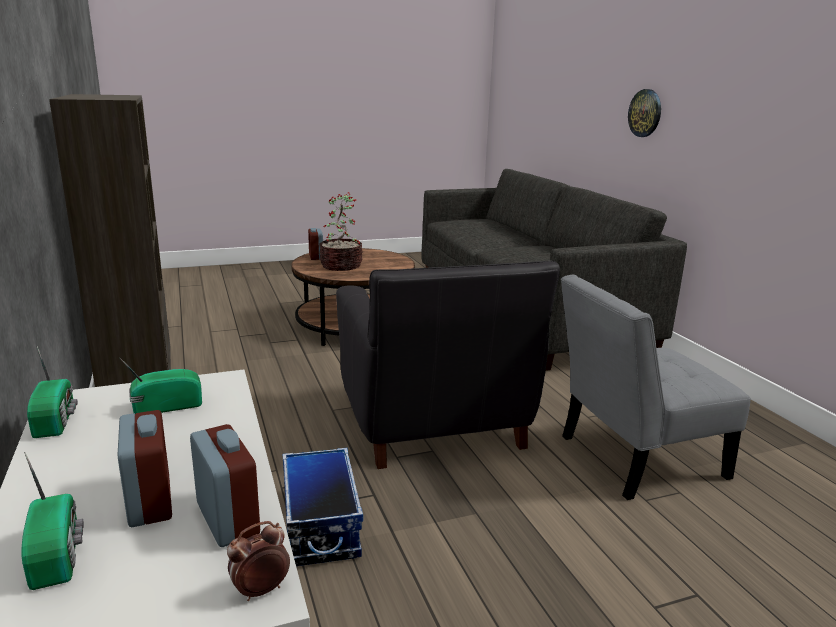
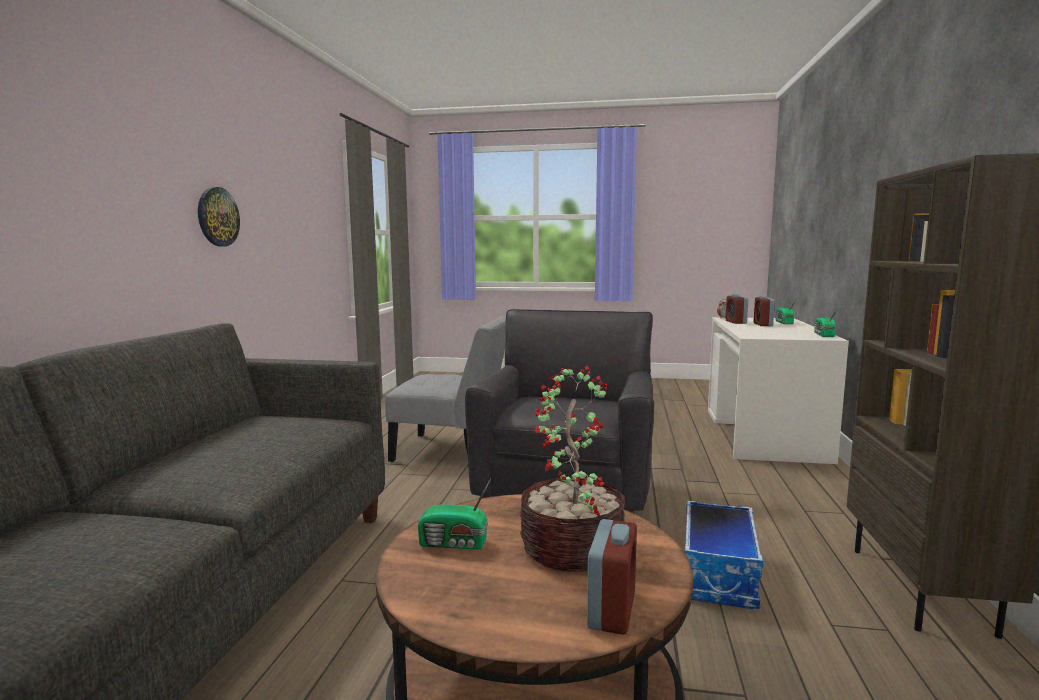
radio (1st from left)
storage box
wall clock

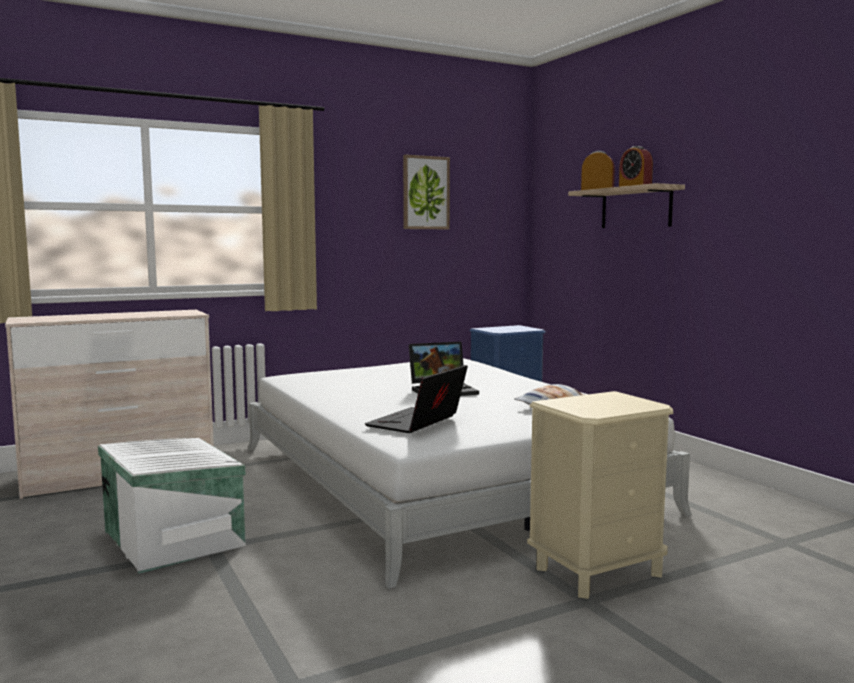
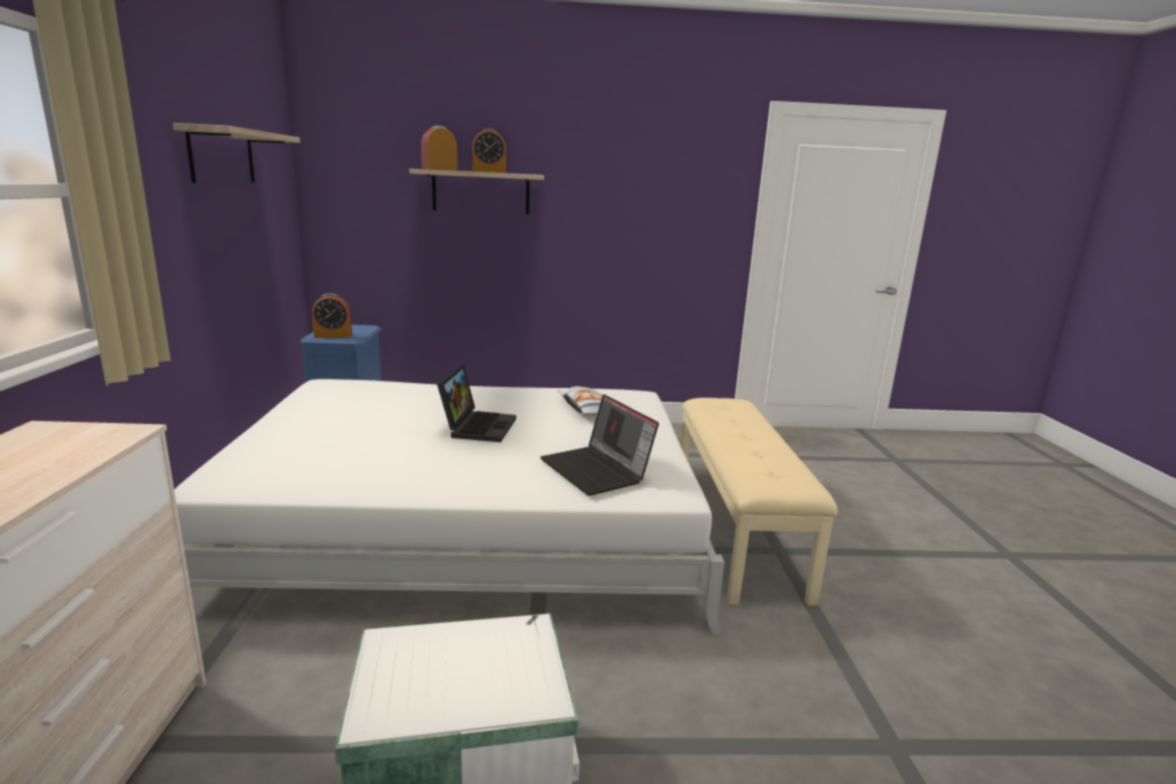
alarm clock (1st from left)
shelf (1st from left)
beige bench

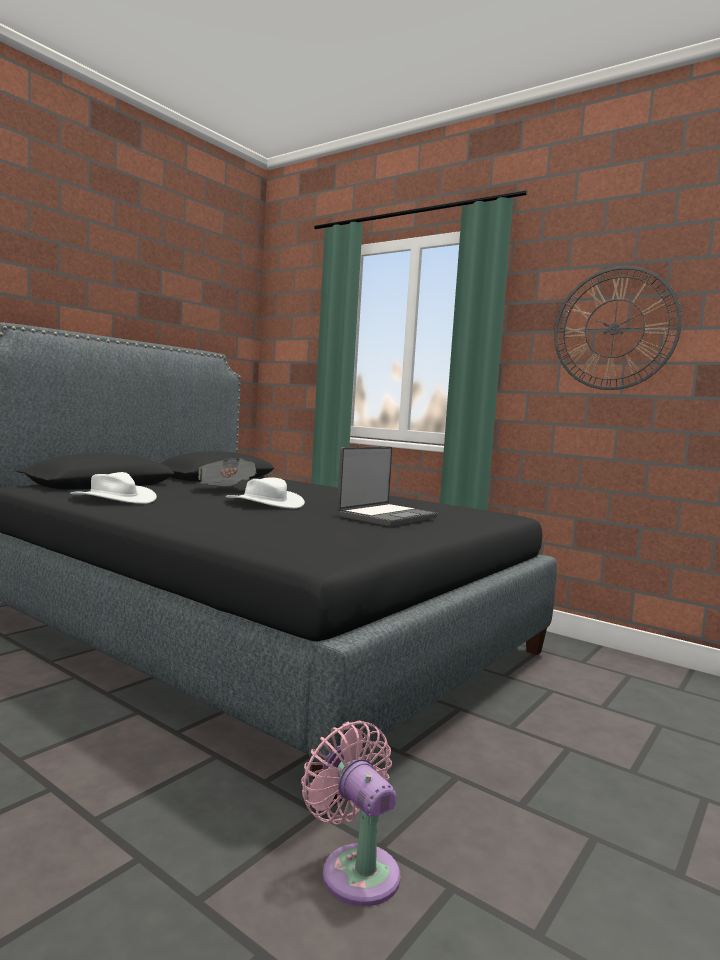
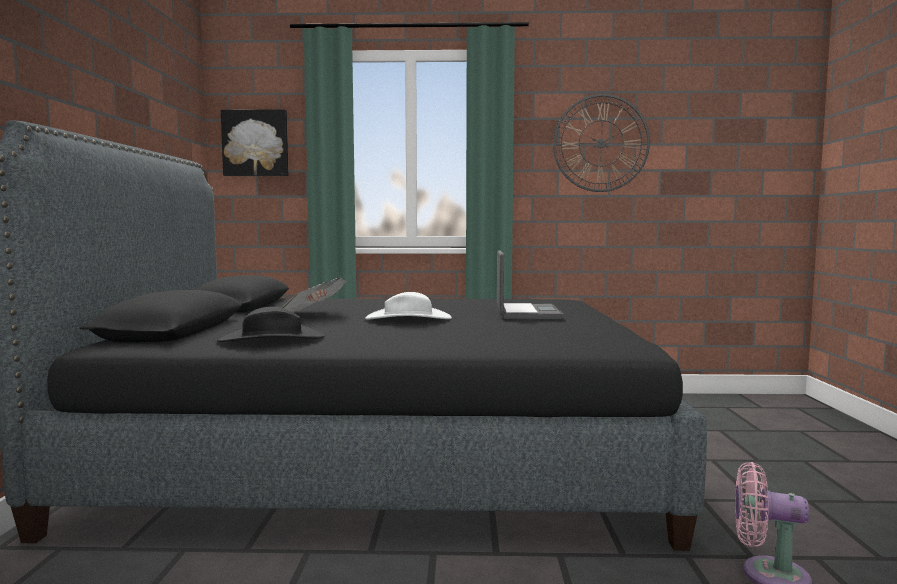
picture
black hat

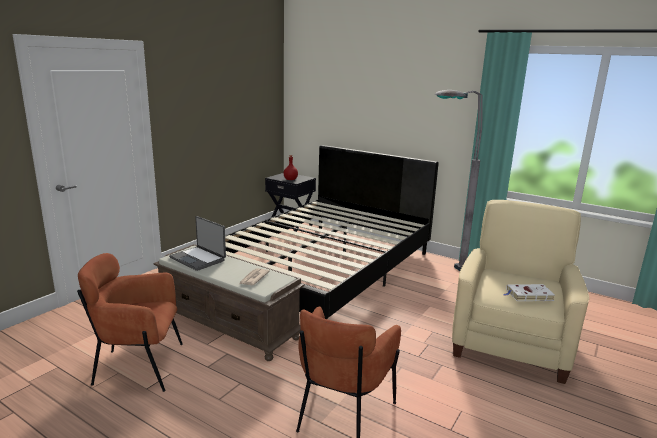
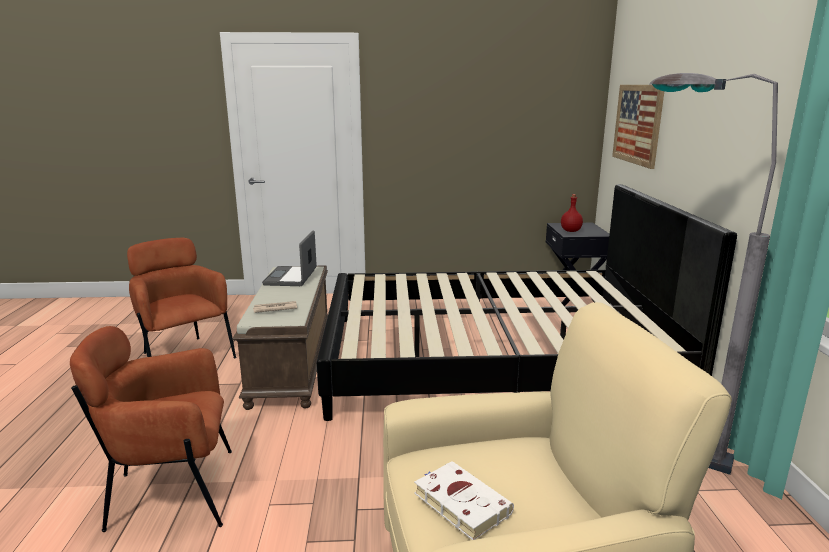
picture

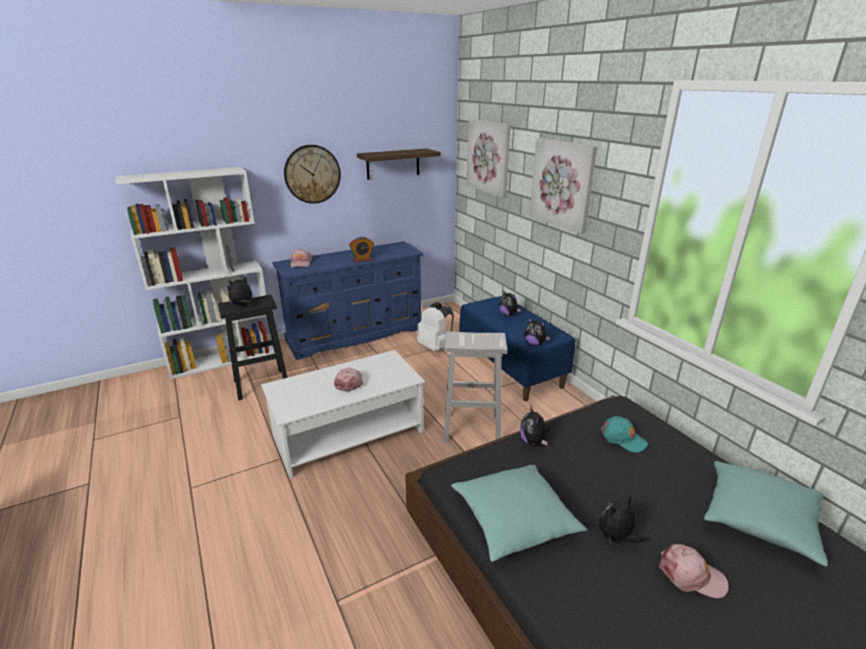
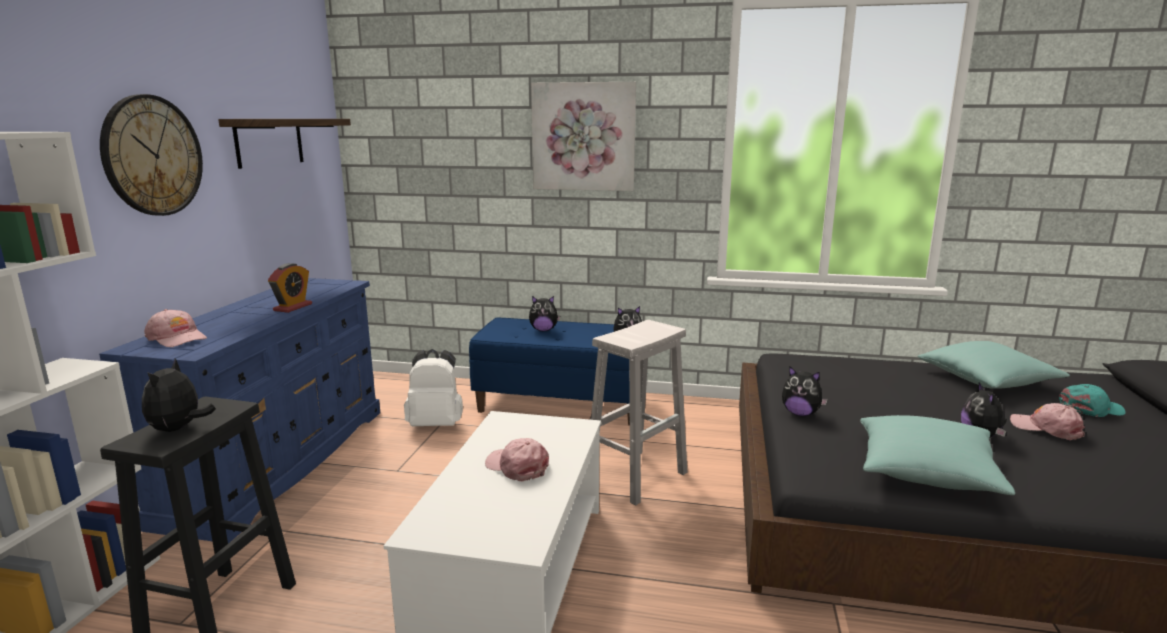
picture (1st from left in the first image)
turquoise cap
pink cap (3rd from left)

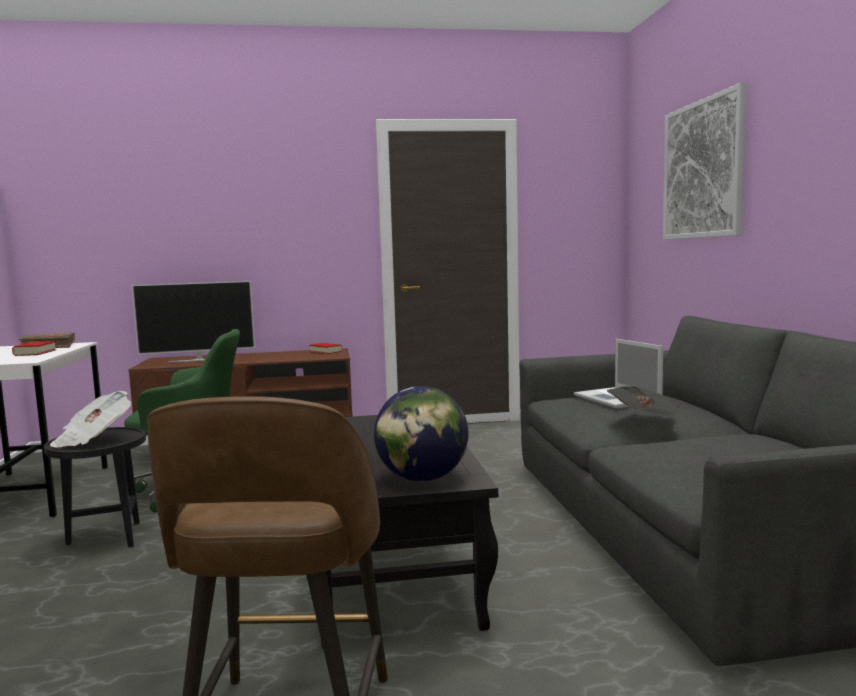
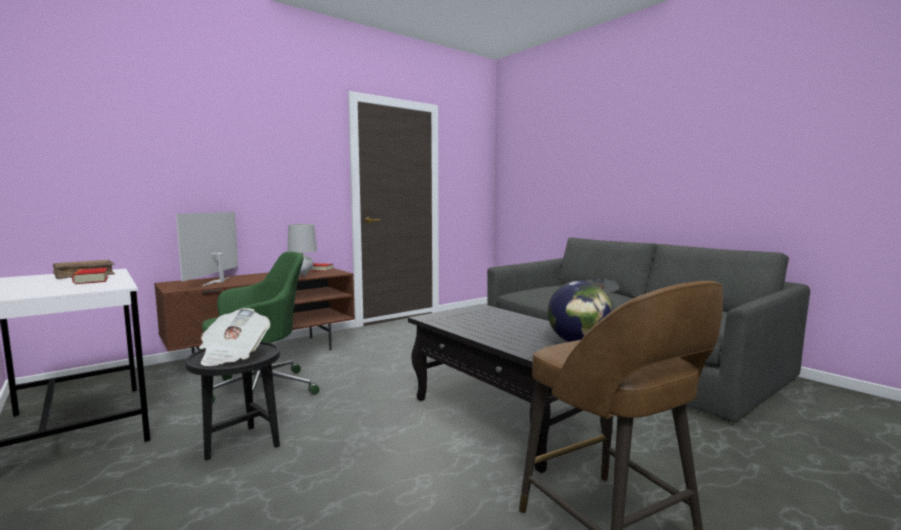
laptop
picture
grey table lamp
television

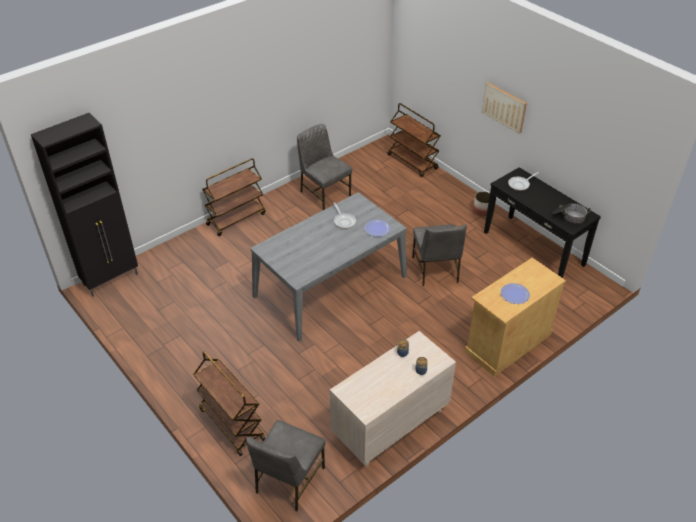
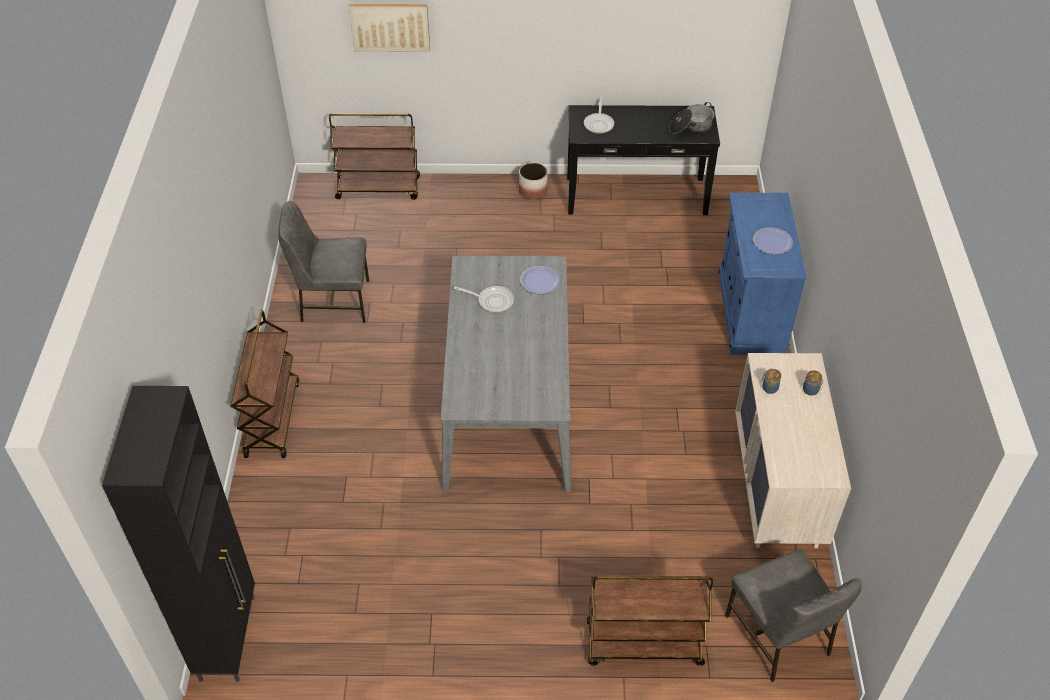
grey chair (3rd from left in the first image)
picture
blue cabinet

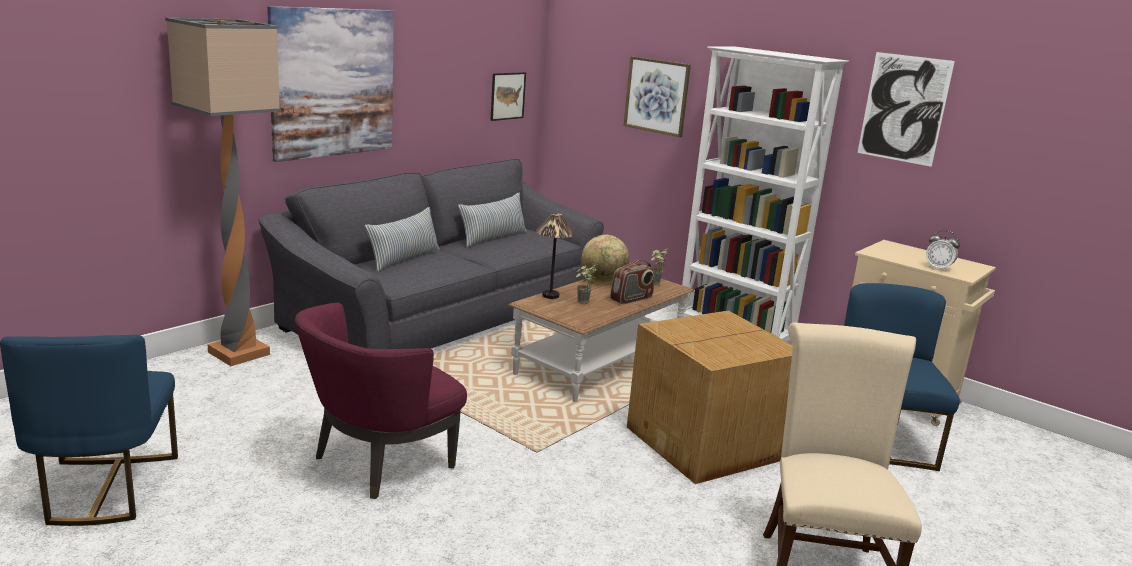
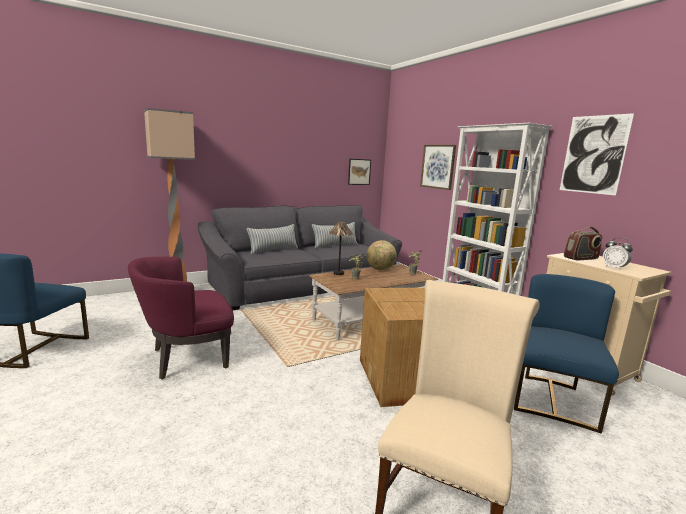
picture (1st from left in the first image)
radio

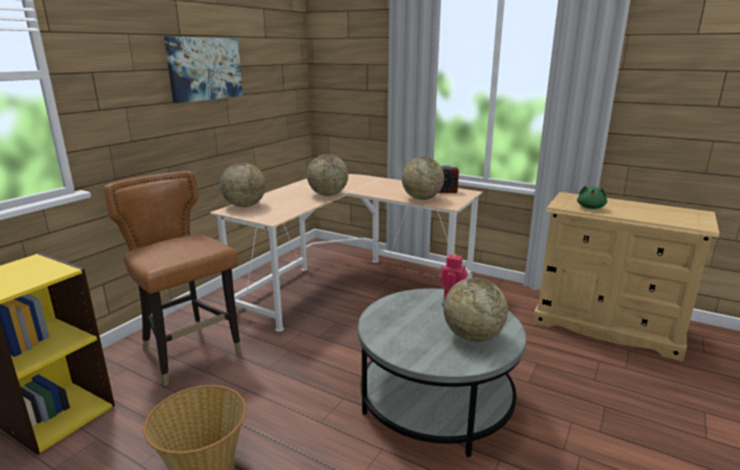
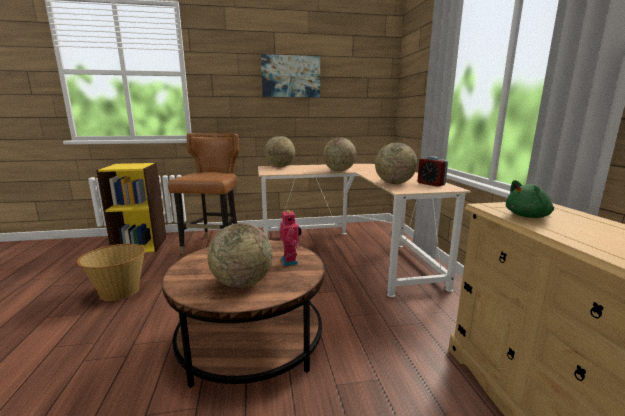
brown coffee table

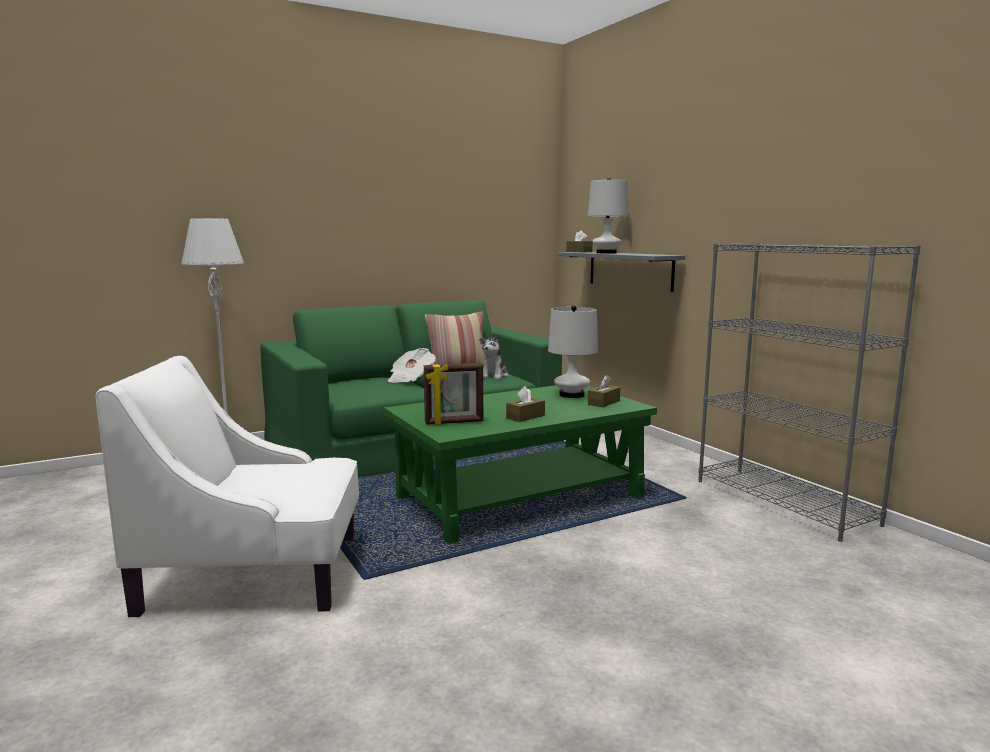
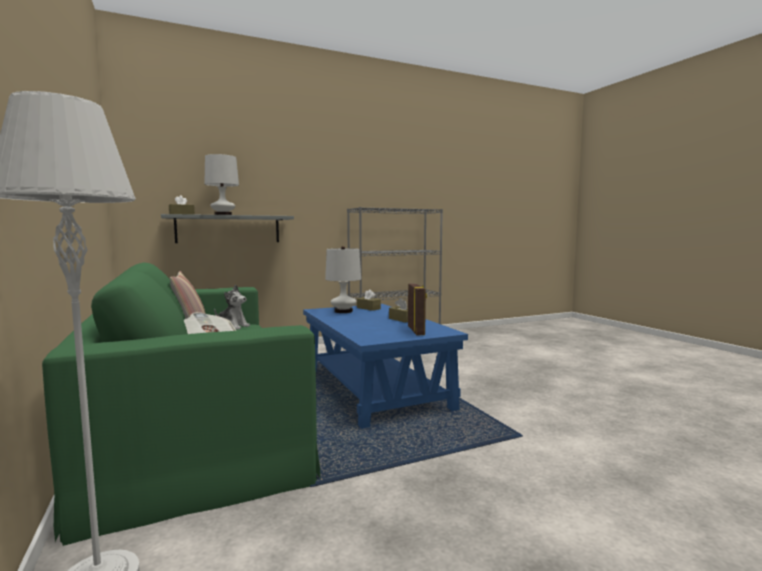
white armchair
blue coffee table

